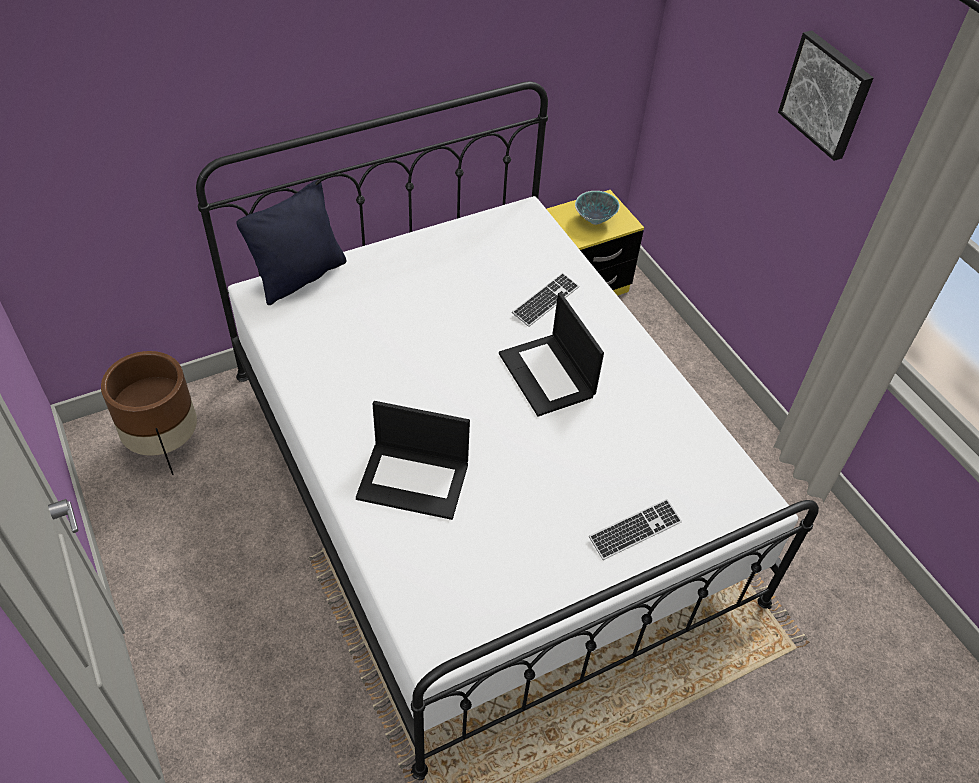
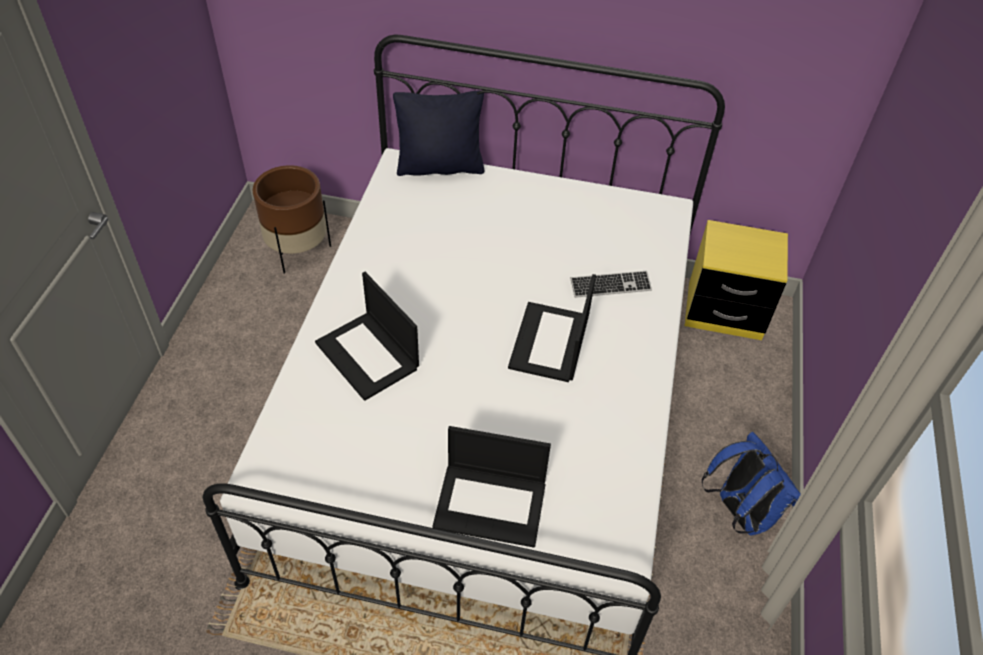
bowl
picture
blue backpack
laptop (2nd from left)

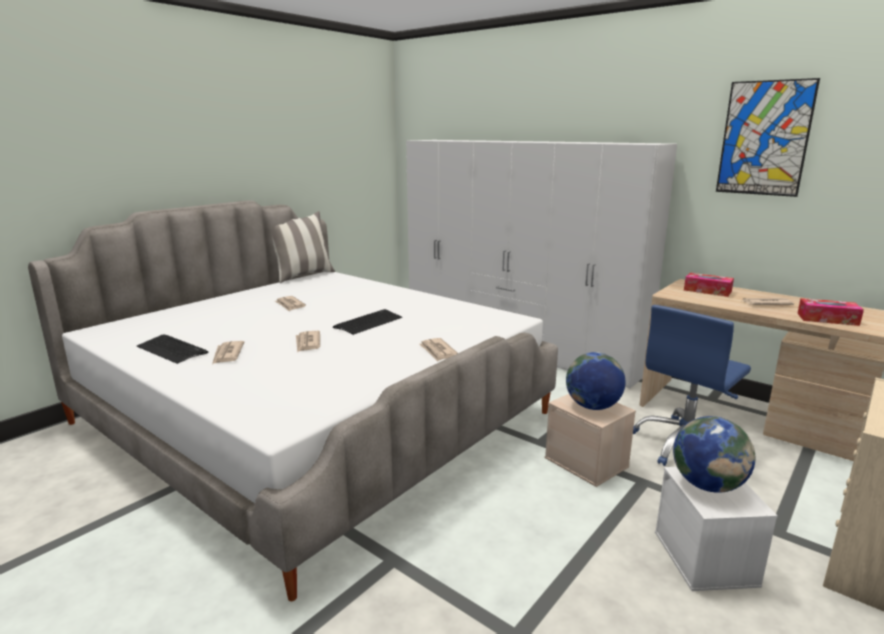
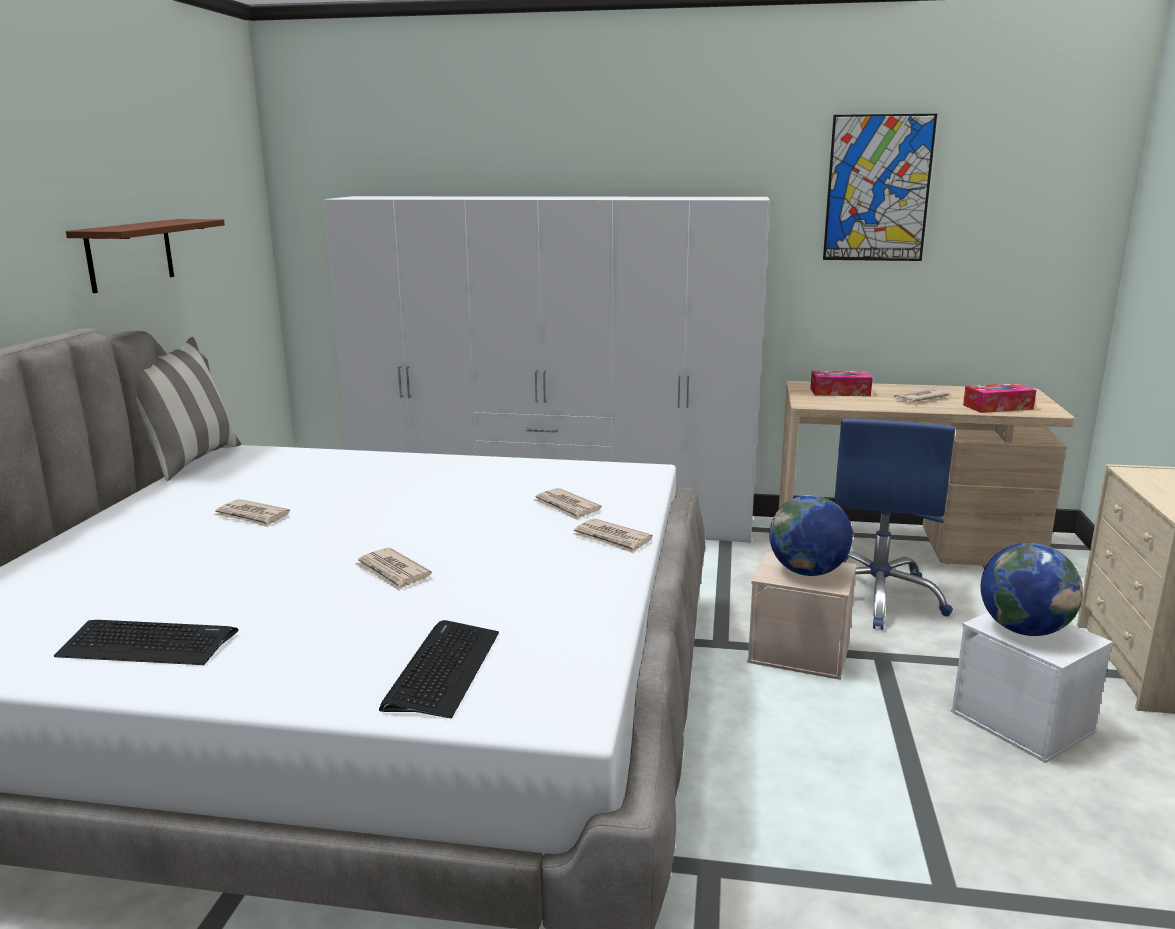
brown shelf
newspaper (3rd from left)
keyboard (2nd from left)

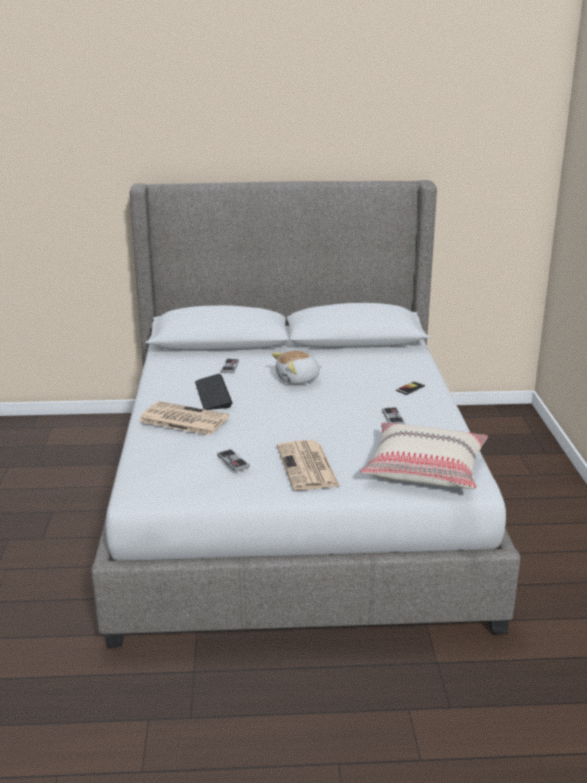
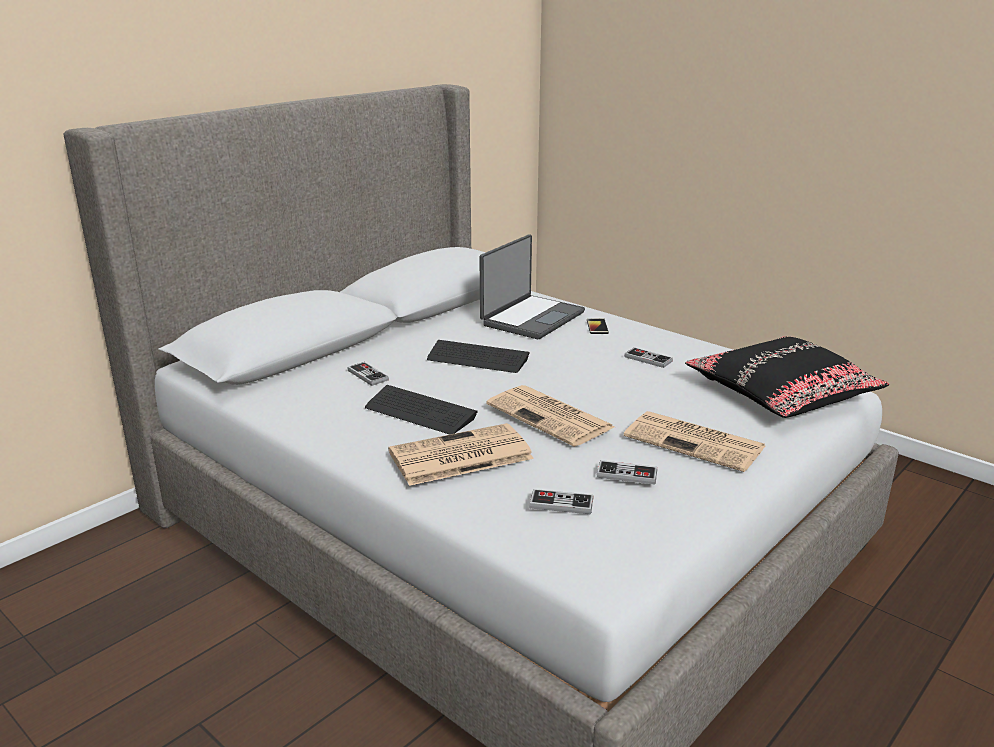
laptop
newspaper (2nd from left)
game controller (2nd from left)
keyboard (2nd from left)
black pillow

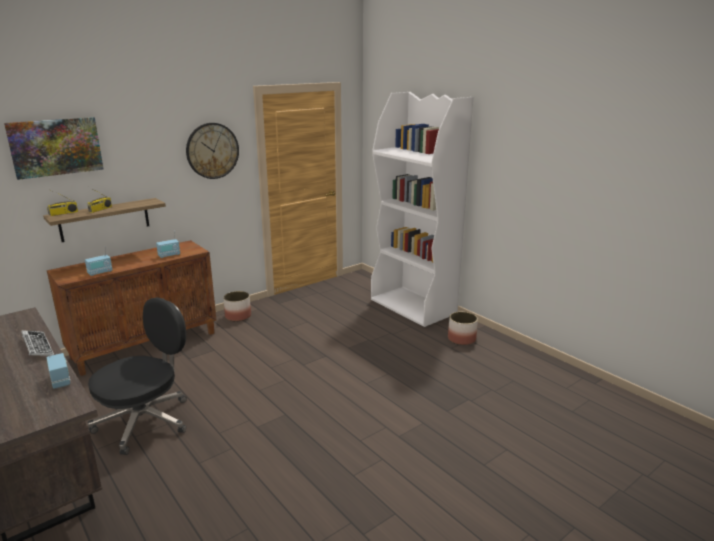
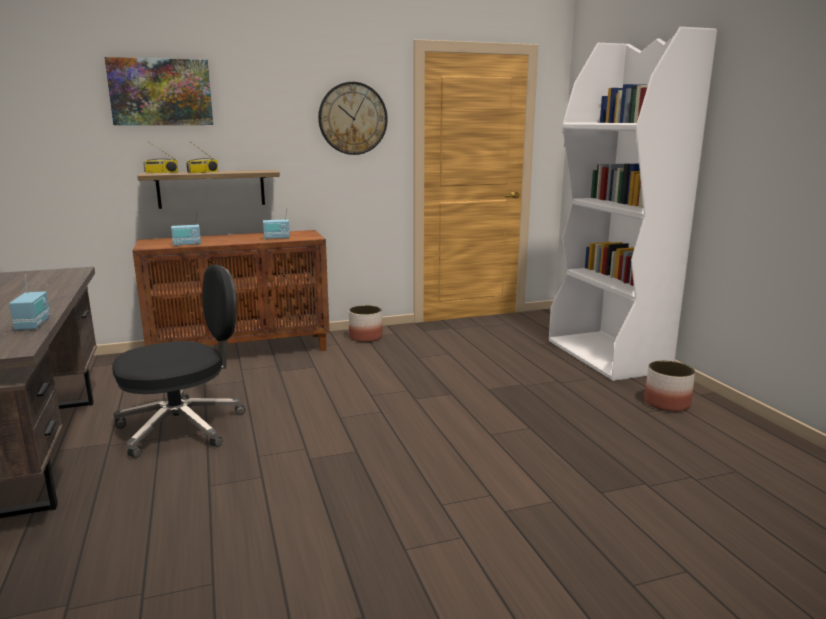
keyboard

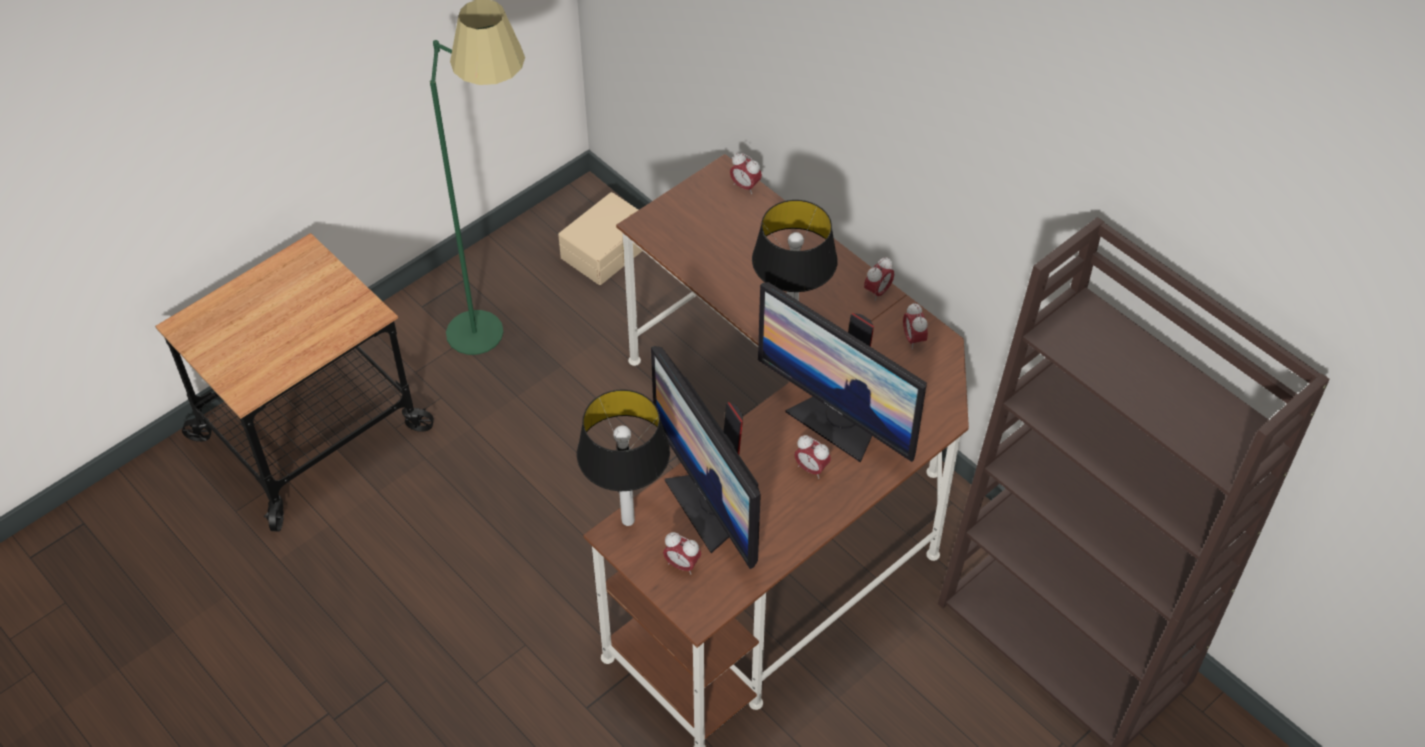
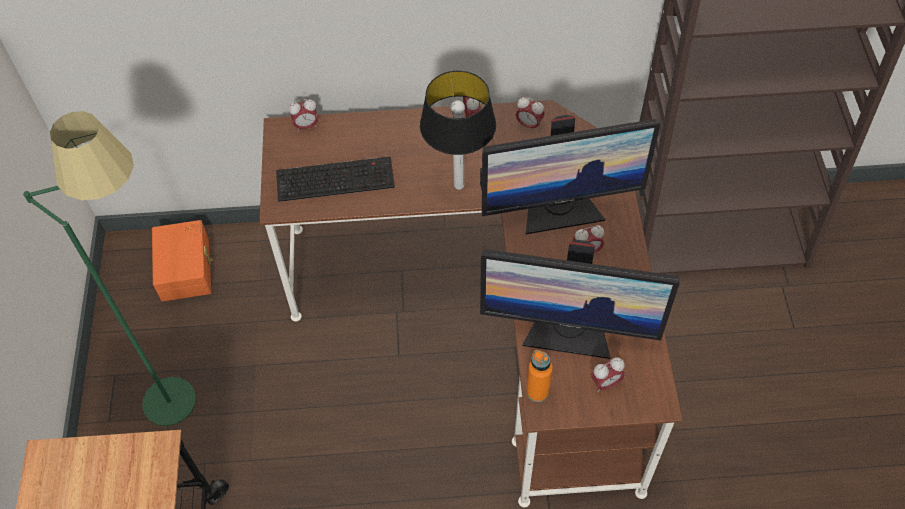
keyboard
orange bottle
orange storage box

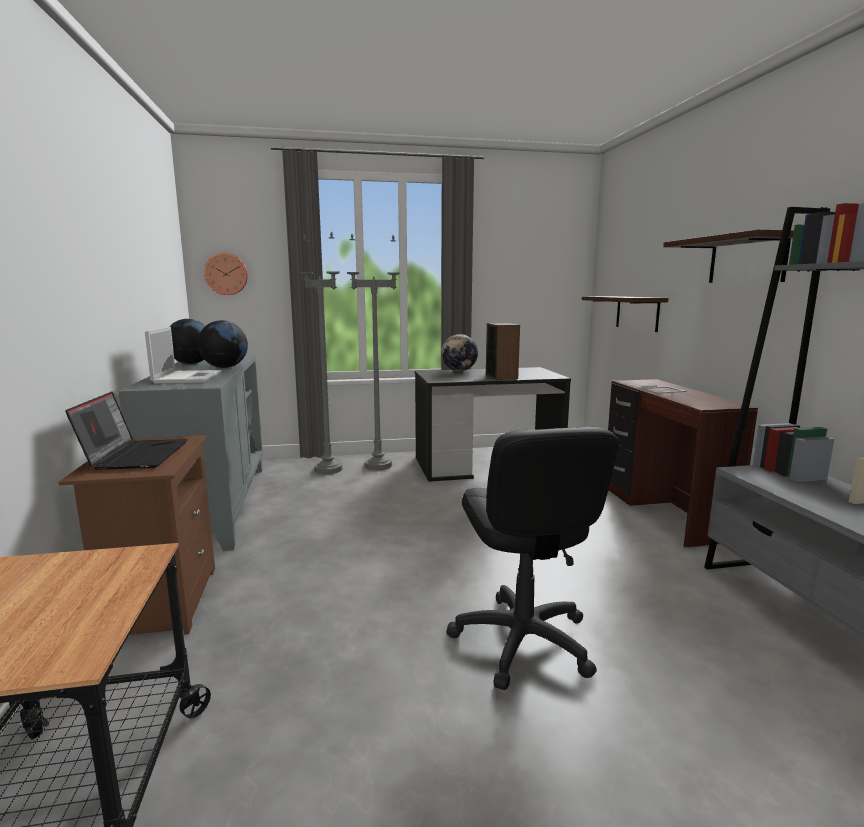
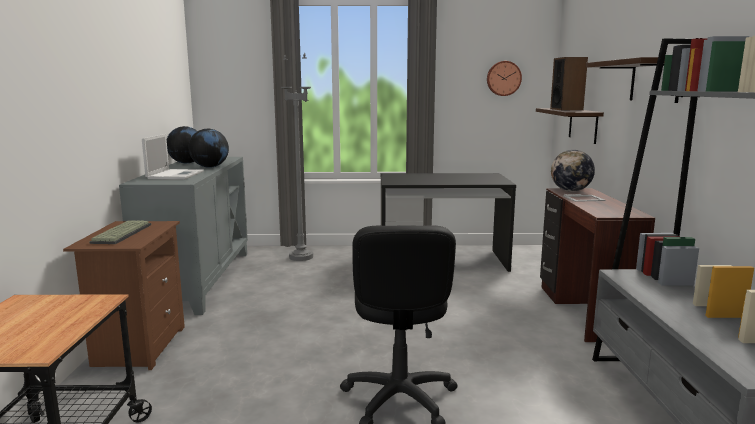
grey floor lamp (2nd from left in the first image)
wall clock
globe (3rd from left)
speaker
keyboard

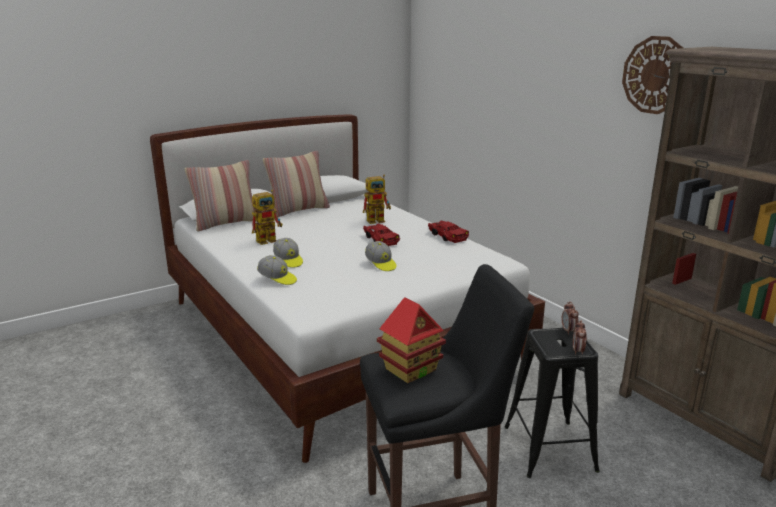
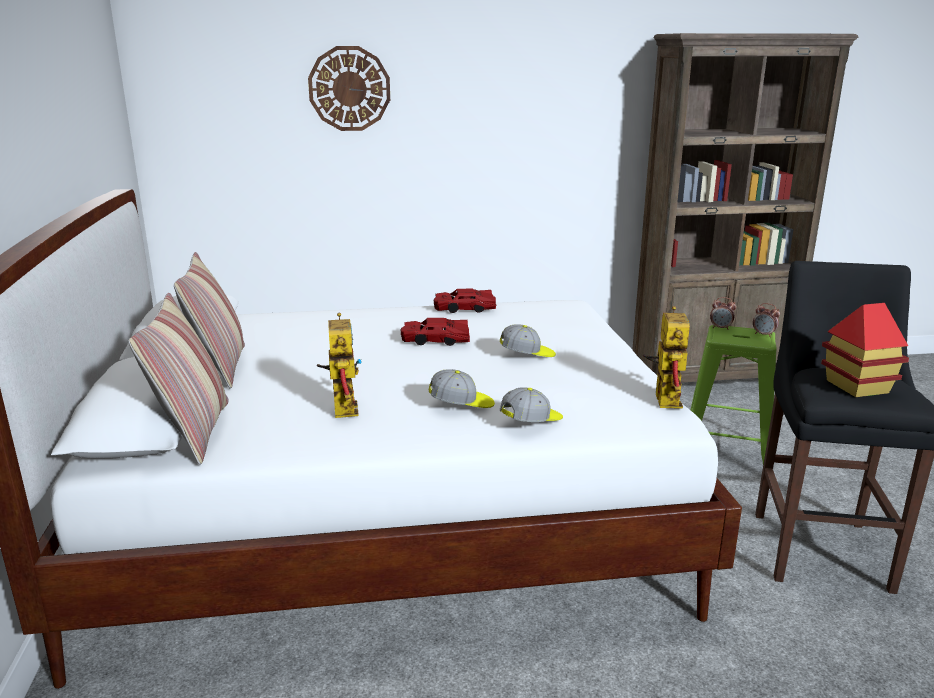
toy robot (2nd from left)
wall clock
green stool

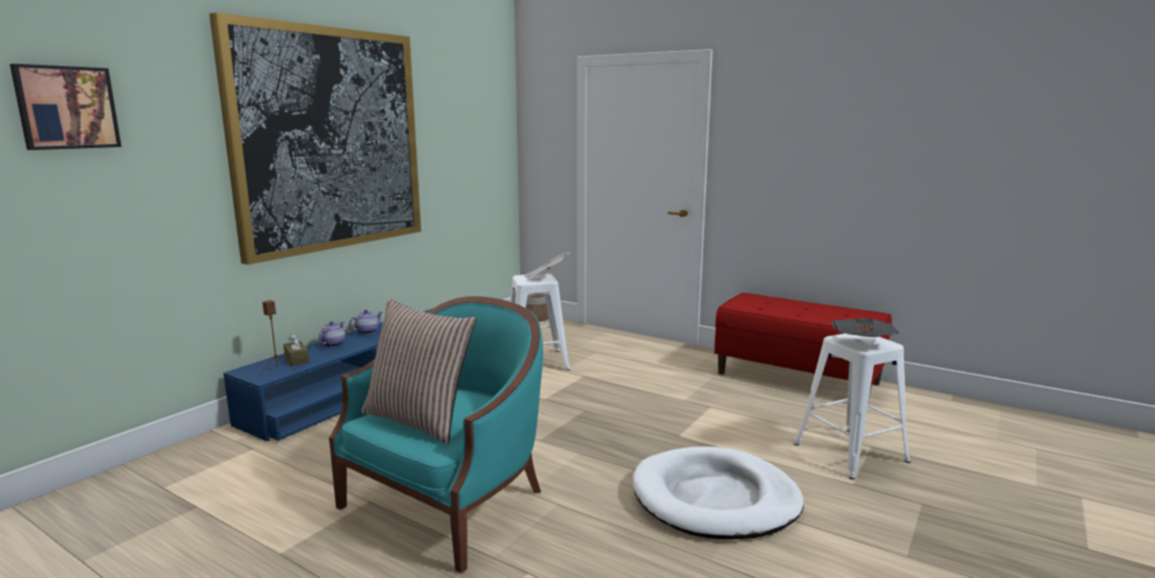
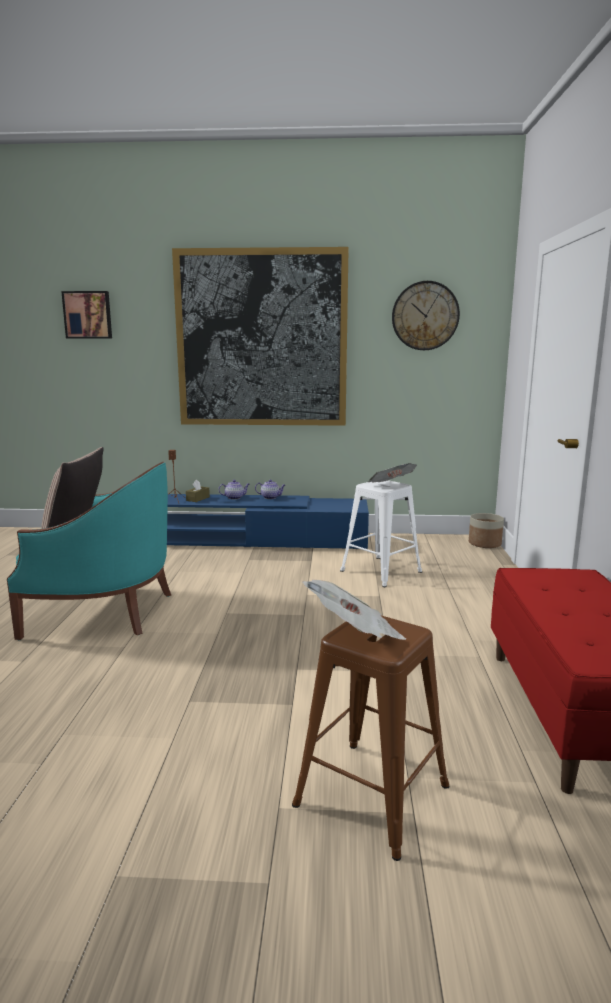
white dog bed
wall clock
brown stool

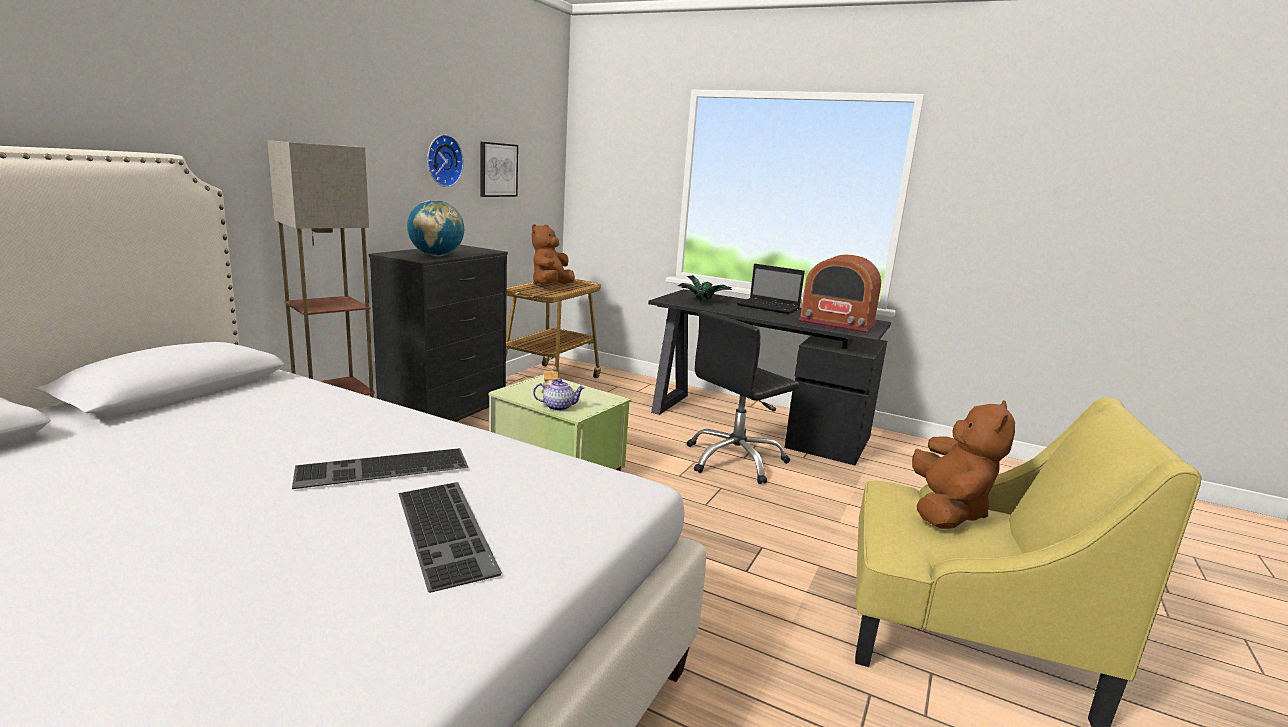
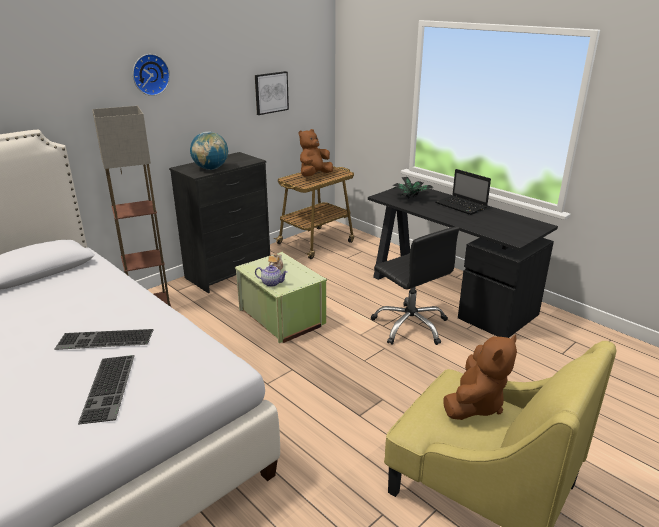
radio
wall clock
black office chair

